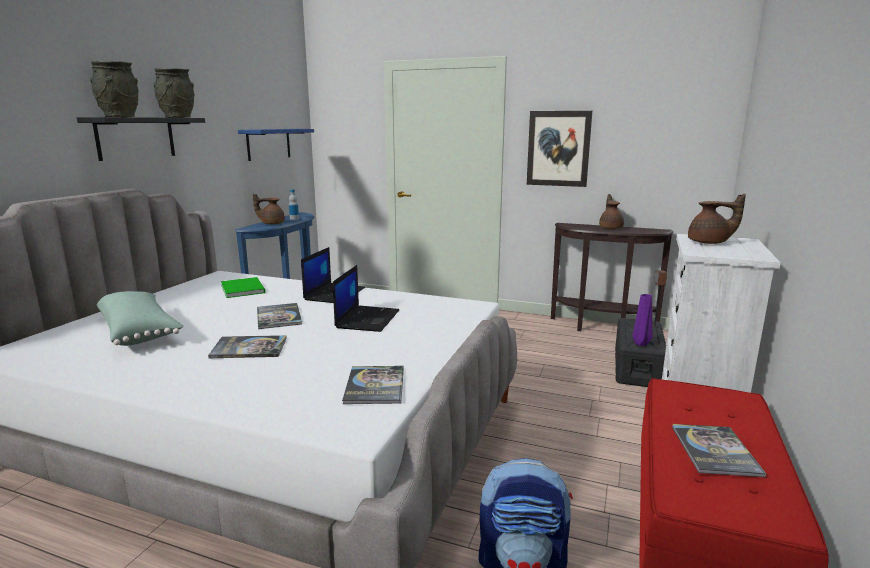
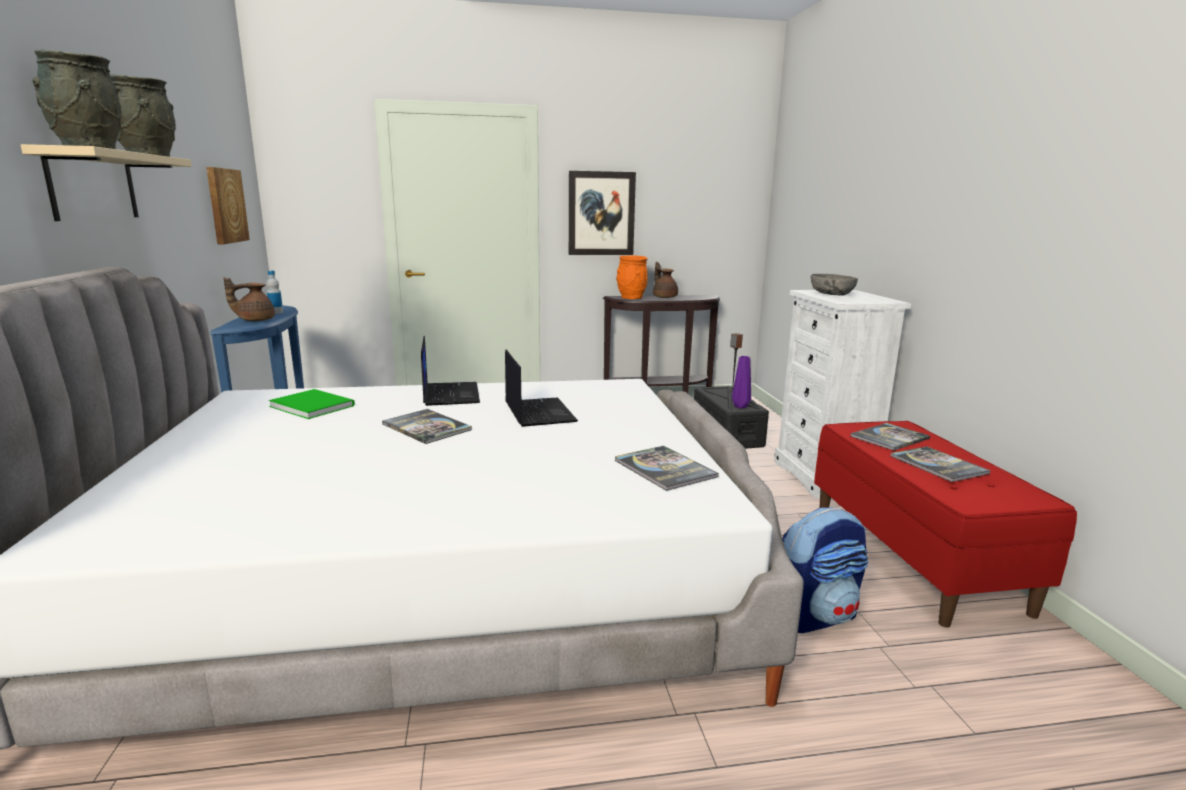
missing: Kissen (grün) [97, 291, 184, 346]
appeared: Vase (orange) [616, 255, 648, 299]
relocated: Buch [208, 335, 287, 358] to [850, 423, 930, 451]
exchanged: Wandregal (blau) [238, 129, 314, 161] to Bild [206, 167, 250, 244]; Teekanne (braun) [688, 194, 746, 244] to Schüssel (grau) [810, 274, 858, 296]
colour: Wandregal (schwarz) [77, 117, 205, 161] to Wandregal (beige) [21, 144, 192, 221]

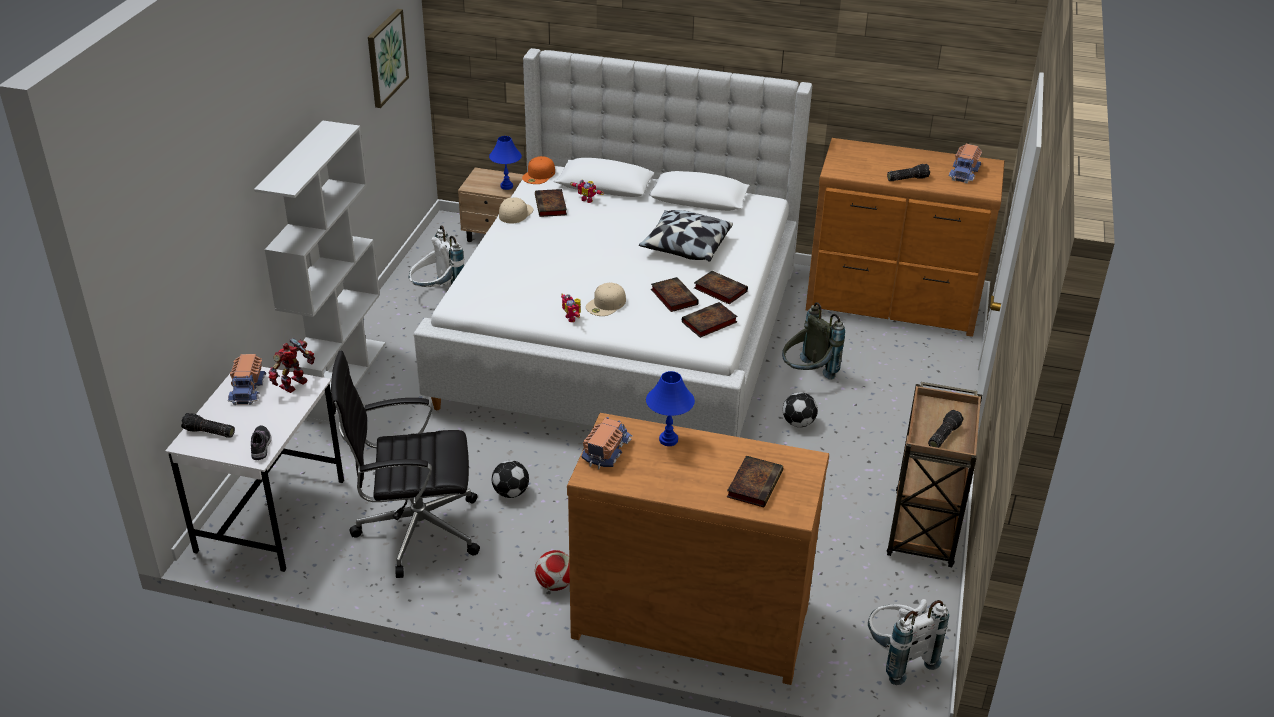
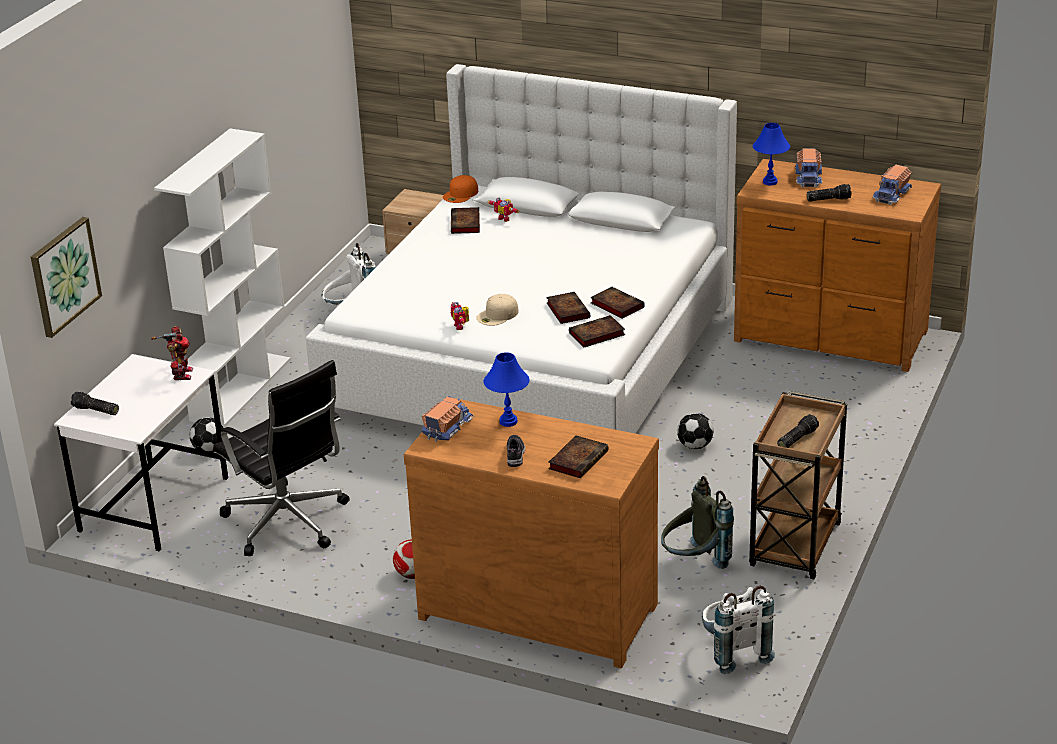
missing: Kappe (beige) [499, 197, 533, 224]; Kissen [639, 210, 733, 262]
relocated: Spielzeuglaster [228, 354, 266, 405] to [795, 148, 822, 187]; Schuh [251, 425, 272, 460] to [507, 435, 525, 467]; Bild [368, 9, 409, 108] to [31, 217, 102, 338]; Tischlampe (blau) [489, 136, 522, 190] to [753, 123, 790, 186]; Fußball [492, 460, 529, 498] to [190, 417, 224, 452]; Rucksack (grau) [782, 302, 845, 380] to [661, 476, 734, 569]
spun: Spielzeugroboter [268, 338, 315, 393] = [151, 326, 193, 380] 135 degrees clockwise; Bürostuhl (schwarz) [331, 351, 480, 578] = [213, 360, 350, 556] 135 degrees counterclockwise

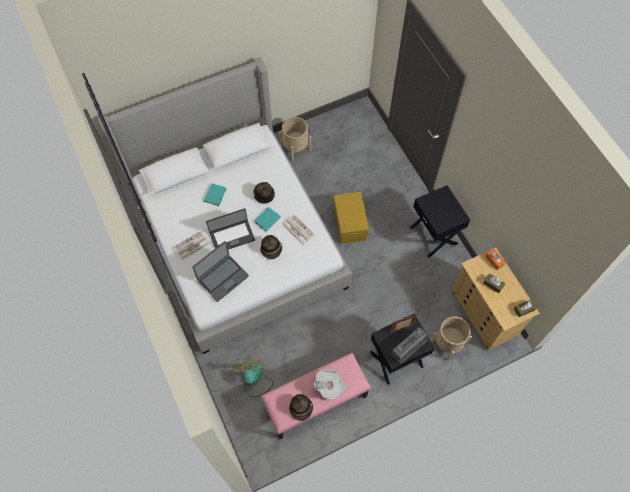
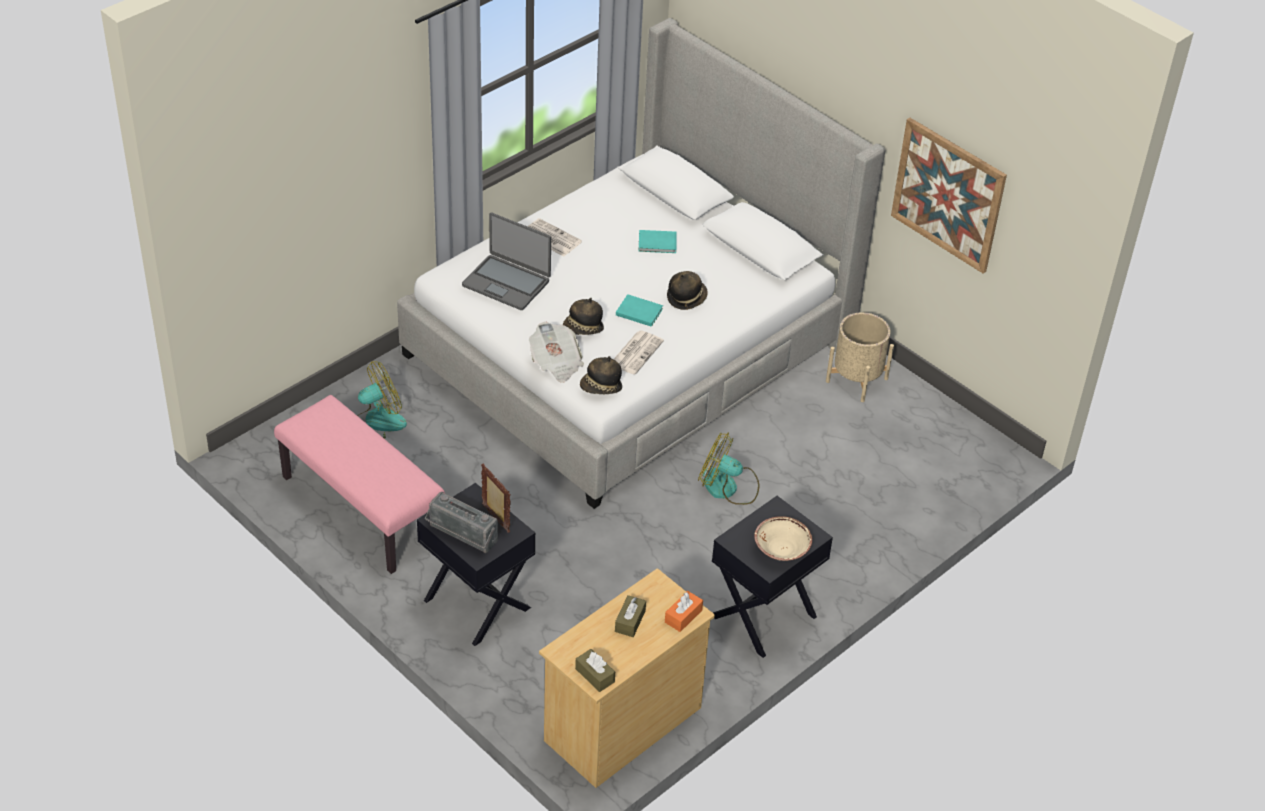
missing: Laptop [206, 208, 255, 250]; Pflanzkübel (beige) [431, 316, 472, 361]
appeared: Schüssel (beige) [754, 516, 812, 561]; Bild [891, 118, 1007, 274]
relocated: Hut [289, 394, 313, 421] to [580, 356, 622, 394]; Zeitung [314, 370, 348, 400] to [529, 322, 584, 383]
exchanged: Aufbewahrungsbox (gelb) [333, 192, 369, 244] to Ventilator [698, 432, 759, 505]

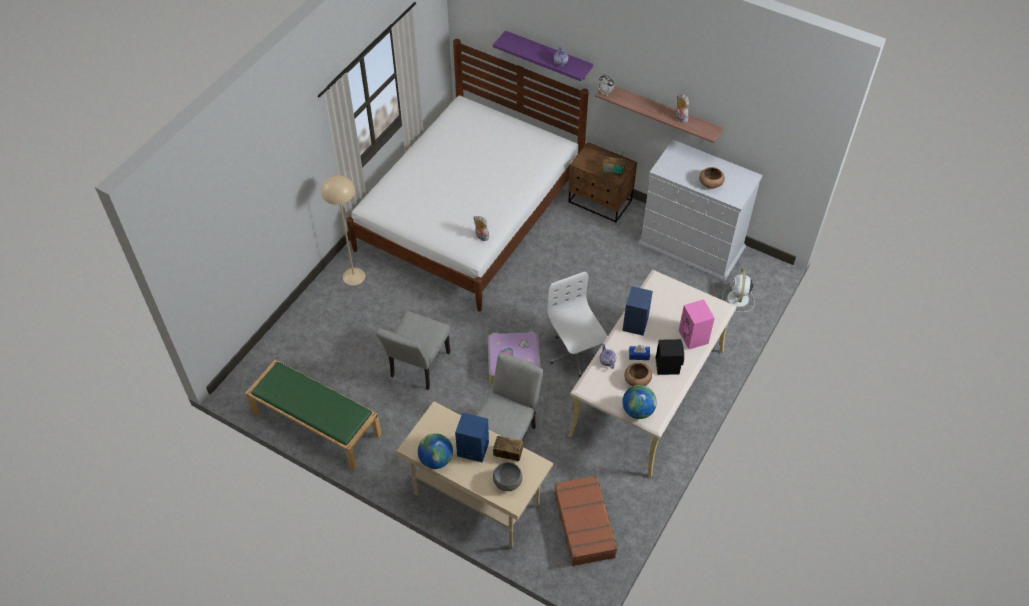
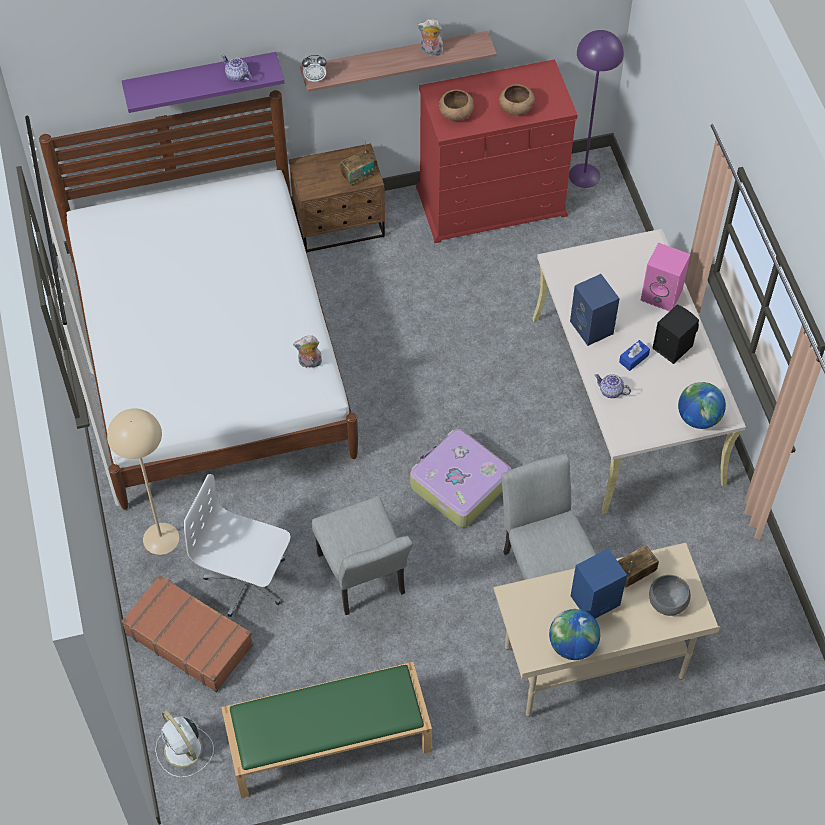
appeared: Stehlampe (lila) [569, 30, 624, 188]
relocated: Bürostuhl (weiß) [547, 272, 608, 377] to [184, 474, 290, 617]; Koffer (braun) [554, 476, 618, 566] to [121, 575, 253, 692]; Schüssel (braun) [624, 363, 652, 386] to [439, 89, 474, 121]; Ventilator (weiß) [722, 268, 755, 312] to [155, 710, 214, 778]
colour: Kommode (weiß) [638, 140, 763, 282] to Kommode (rot) [416, 59, 577, 243]

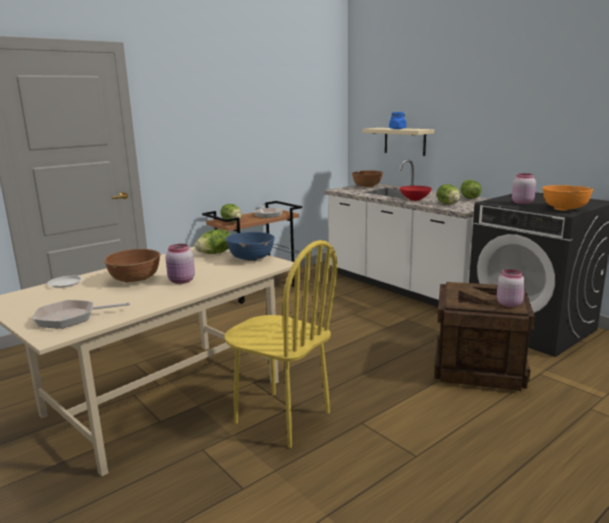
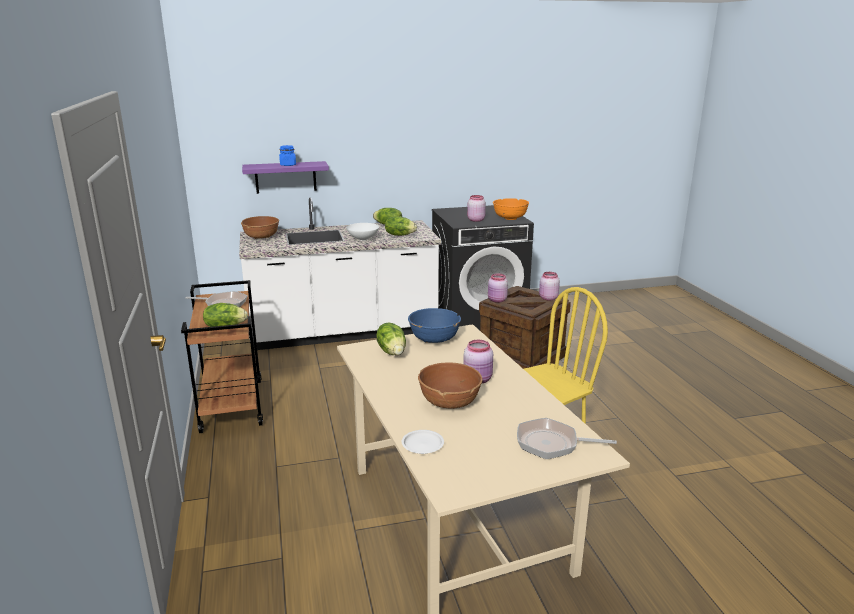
appeared: Vorratsglas (rosa) [488, 273, 508, 303]
colour: Wandregal (beige) [363, 128, 434, 156] to Wandregal (lila) [242, 161, 329, 194]; Schüssel (rot) [399, 186, 432, 201] to Schüssel (weiß) [346, 223, 379, 240]
spun: Pfanne [33, 300, 130, 329] = [517, 418, 617, 459] 90 degrees clockwise

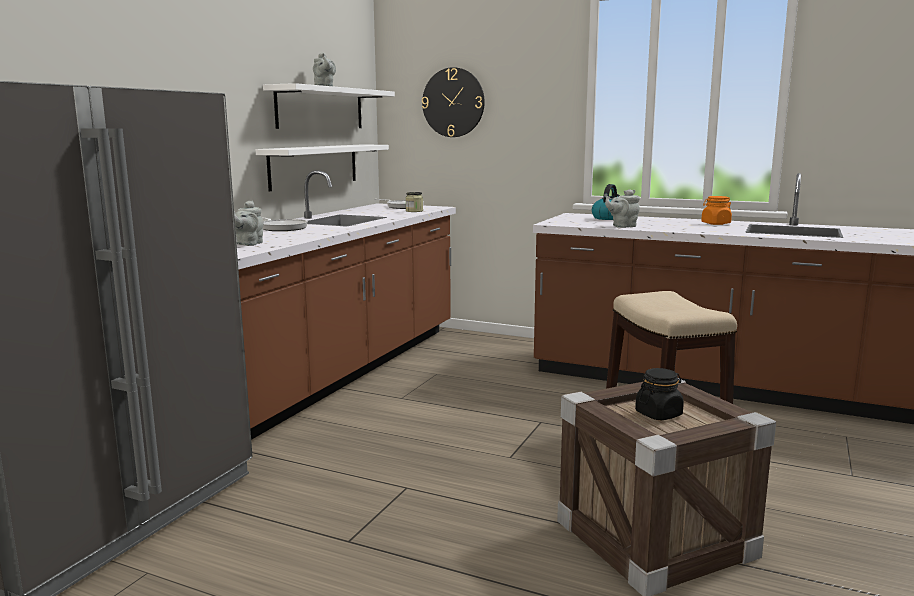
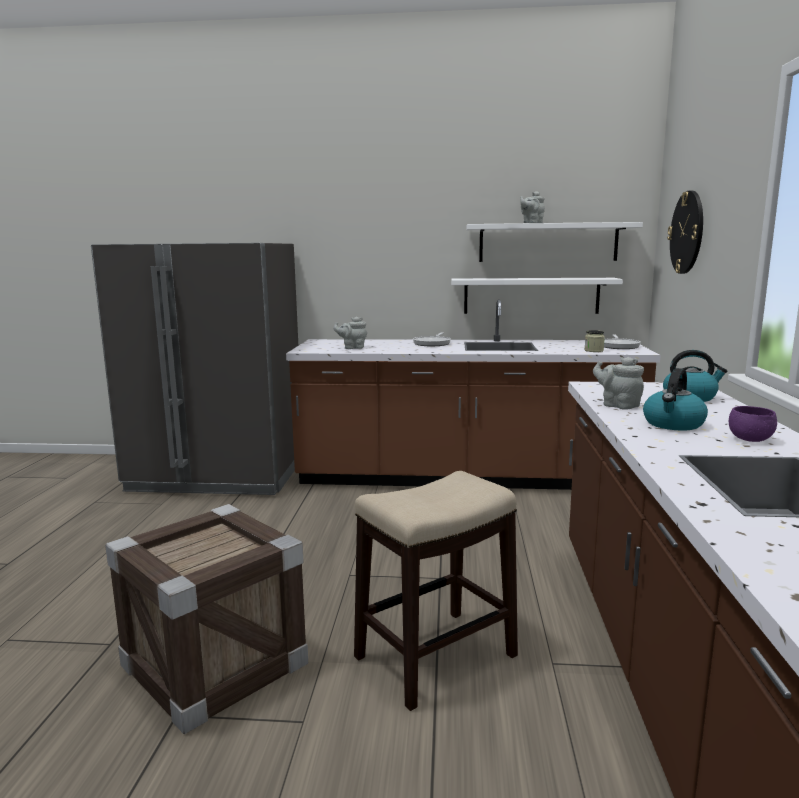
missing: Vorratsglas (schwarz) [635, 368, 684, 420]
appeared: Wasserkessel [643, 368, 708, 430]
exchanged: Vorratsglas (orange) [701, 196, 732, 225] to Schüssel (lila) [729, 406, 777, 442]

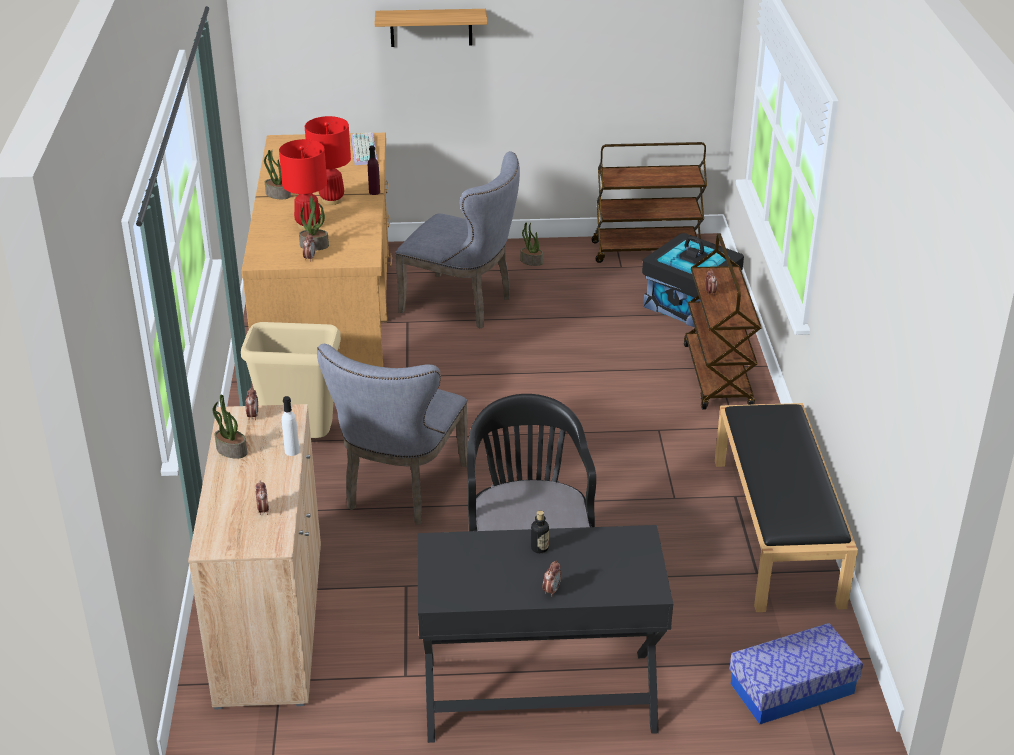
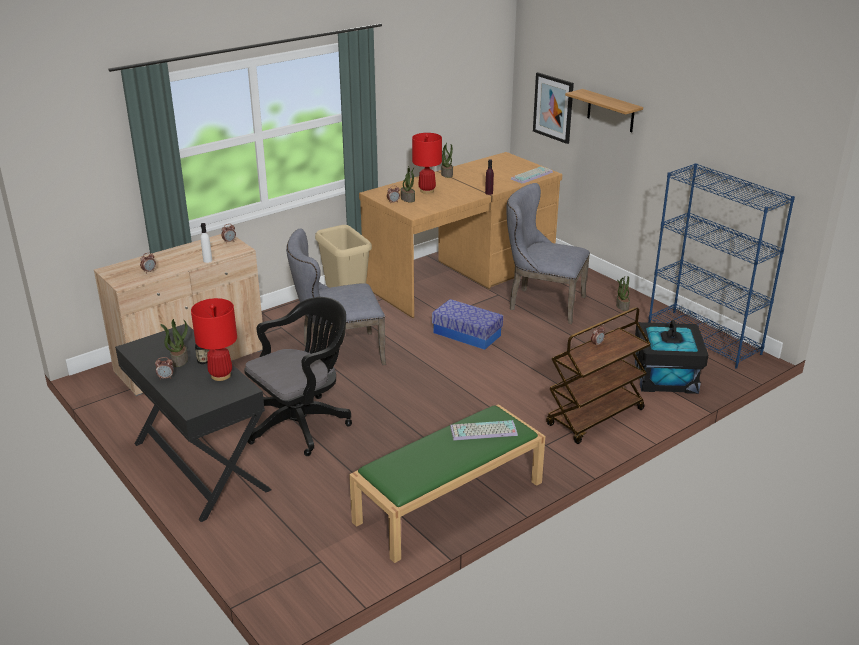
appeared: Tastatur [450, 420, 518, 441]; Bild [533, 72, 574, 144]
relocated: Topfpflanze [212, 395, 247, 459] to [161, 319, 188, 367]; Tischlampe (rot) [305, 116, 351, 205] to [191, 298, 237, 381]; Aufbewahrungsbox [730, 623, 863, 724] to [432, 299, 503, 350]
exchanged: Rollwagen (braun) [591, 142, 707, 263] to Bücherregal (blau) [648, 163, 795, 369]
colour: Bank (schwarz) [715, 403, 858, 612] to Bank (grün) [349, 404, 545, 563]
spun: Stuhl (grau) [395, 151, 520, 329] = [506, 183, 590, 324] 120 degrees clockwise

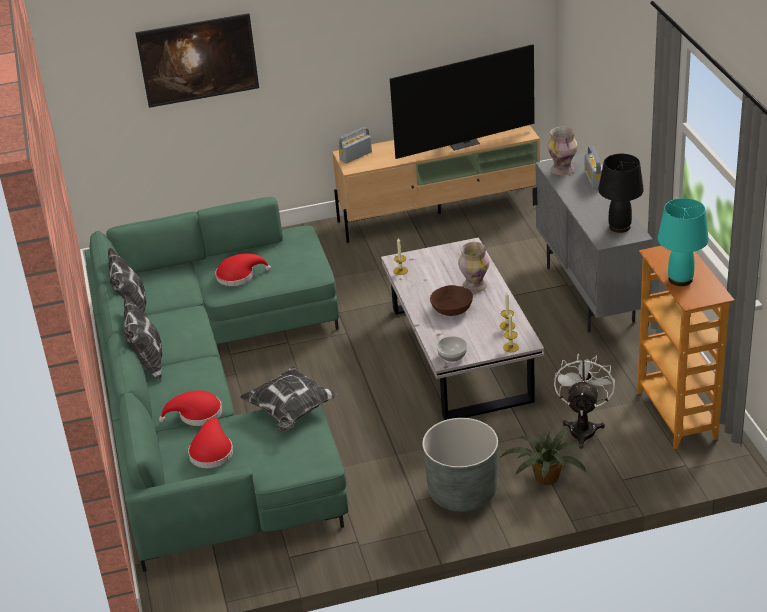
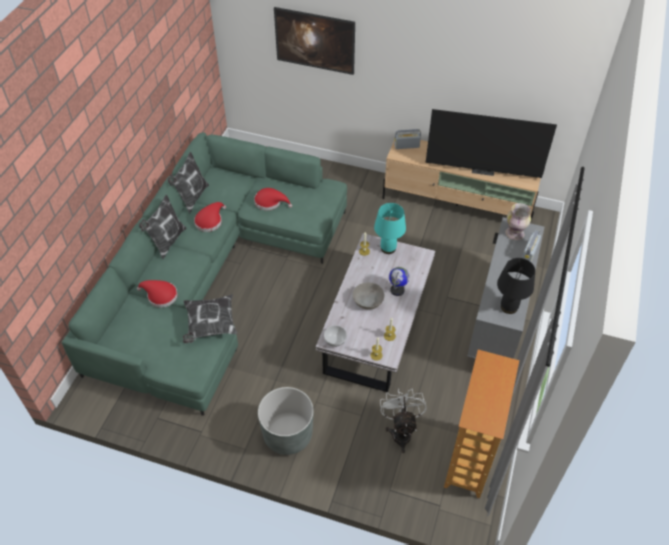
missing: Topfpflanze [499, 429, 586, 485]
relocated: Hut (rot) [188, 418, 233, 468] to [194, 202, 226, 232]; Tischlampe (türkis) [658, 198, 709, 286] to [374, 203, 406, 254]
exchanged: Vase [458, 242, 490, 293] to Globus [389, 267, 409, 296]
colour: Schüssel (braun) [430, 285, 473, 316] to Schüssel (grau) [353, 283, 385, 310]
spun: Ventilator (weiß) [554, 354, 615, 449] = [380, 389, 427, 453] 45 degrees counterclockwise

